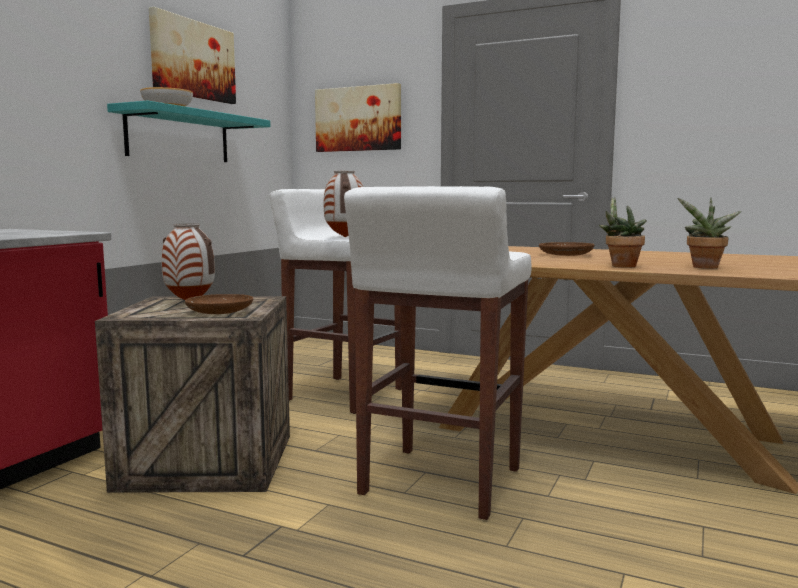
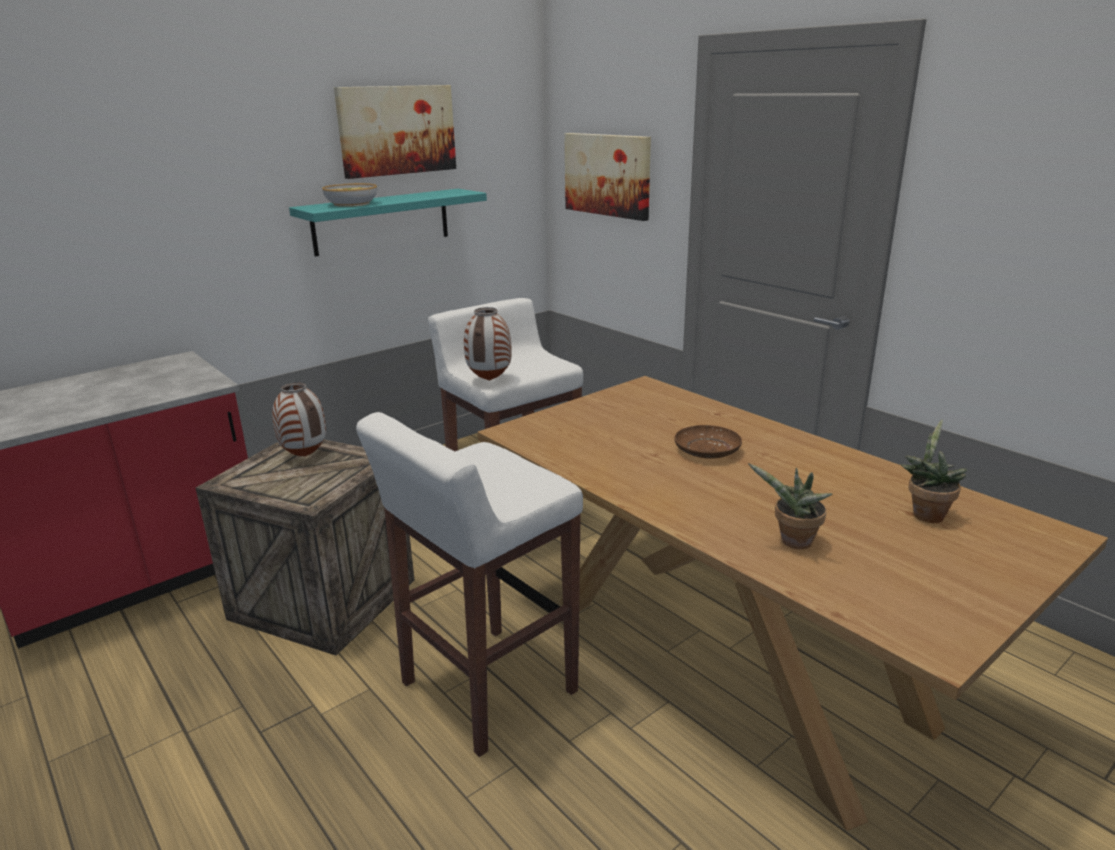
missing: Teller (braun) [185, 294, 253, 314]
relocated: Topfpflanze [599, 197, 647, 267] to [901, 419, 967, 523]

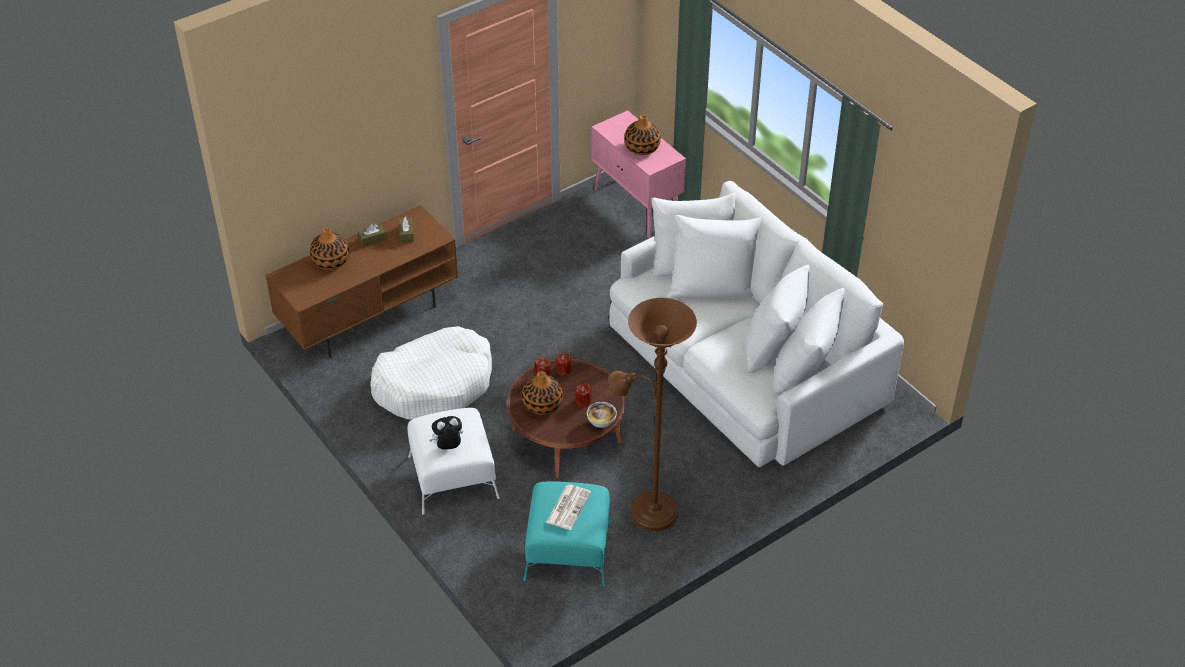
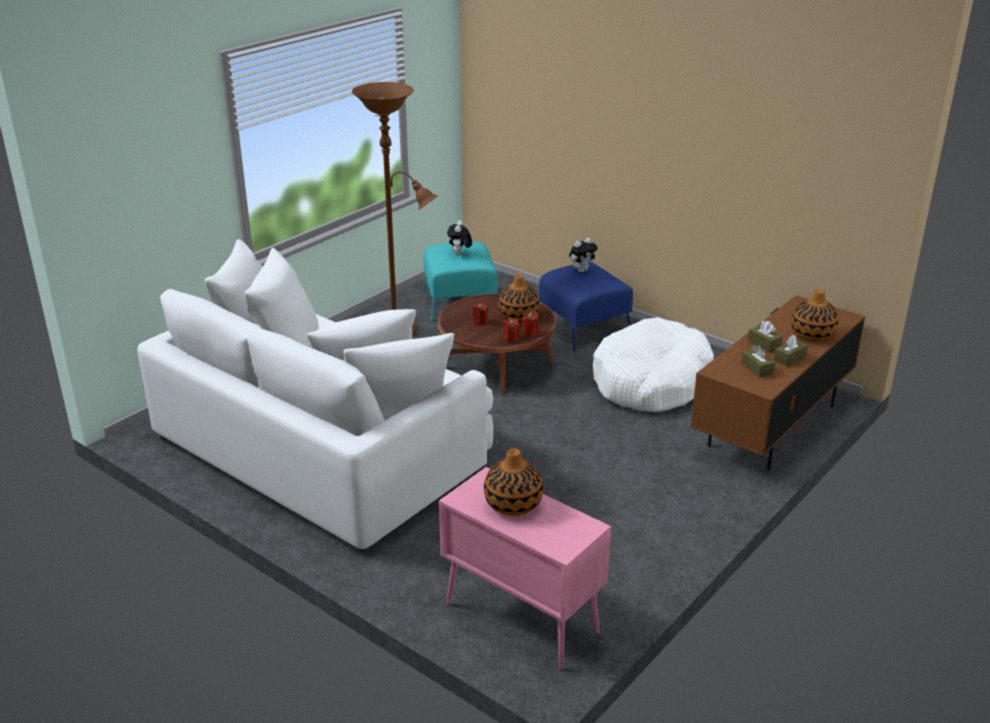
missing: Schüssel [587, 402, 617, 428]
appeared: Taschentuchbox (braun) [748, 321, 783, 352]
exchanged: Zeitung [546, 485, 591, 530] to Plüschtier [447, 220, 472, 255]
colour: Polsterhocker (weiß) [407, 408, 500, 515] to Polsterhocker (blau) [539, 263, 633, 351]

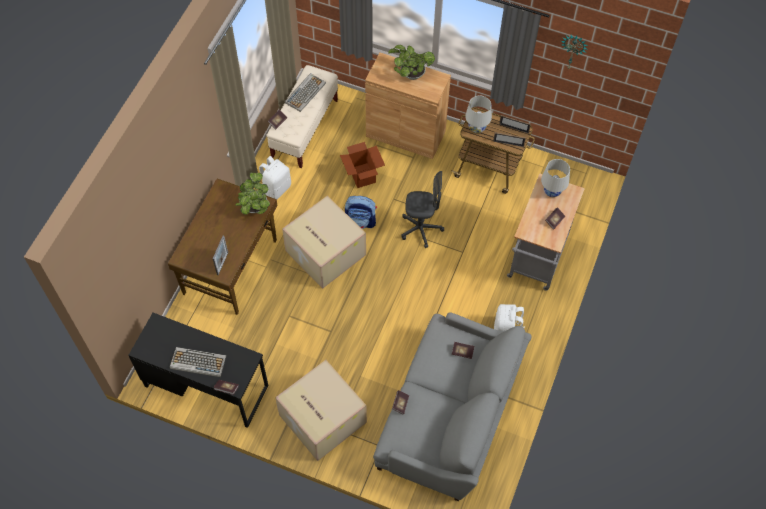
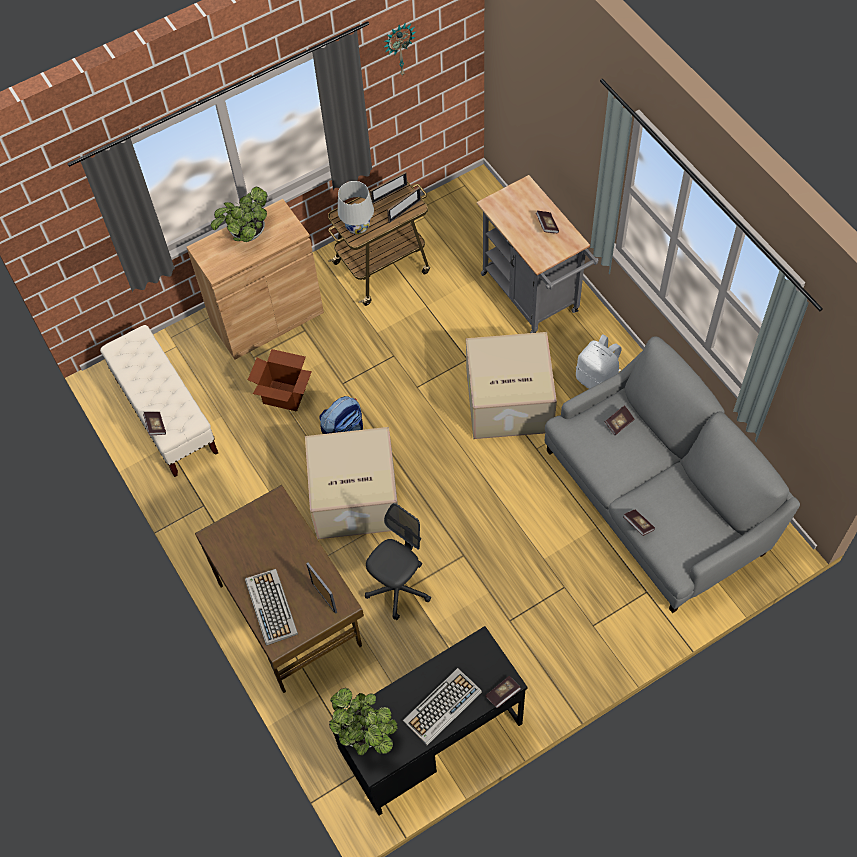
missing: Rucksack (weiß) [259, 156, 291, 199]; Tischlampe (weiß) [541, 159, 570, 197]
relocated: Topfpflanze [235, 173, 270, 215] to [329, 688, 398, 756]; Karton [275, 360, 367, 461] to [466, 332, 557, 439]; Tastatur [285, 73, 326, 112] to [245, 569, 298, 646]; Bürostuhl (grau) [401, 171, 444, 248] to [365, 503, 431, 620]

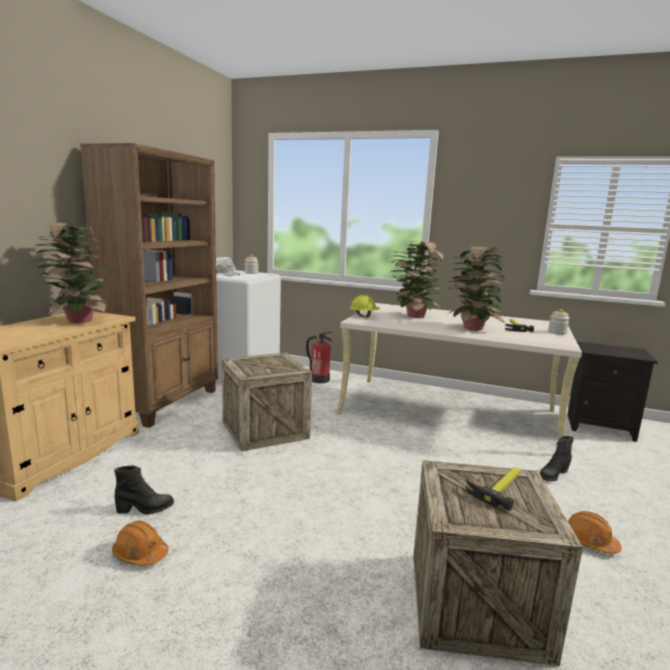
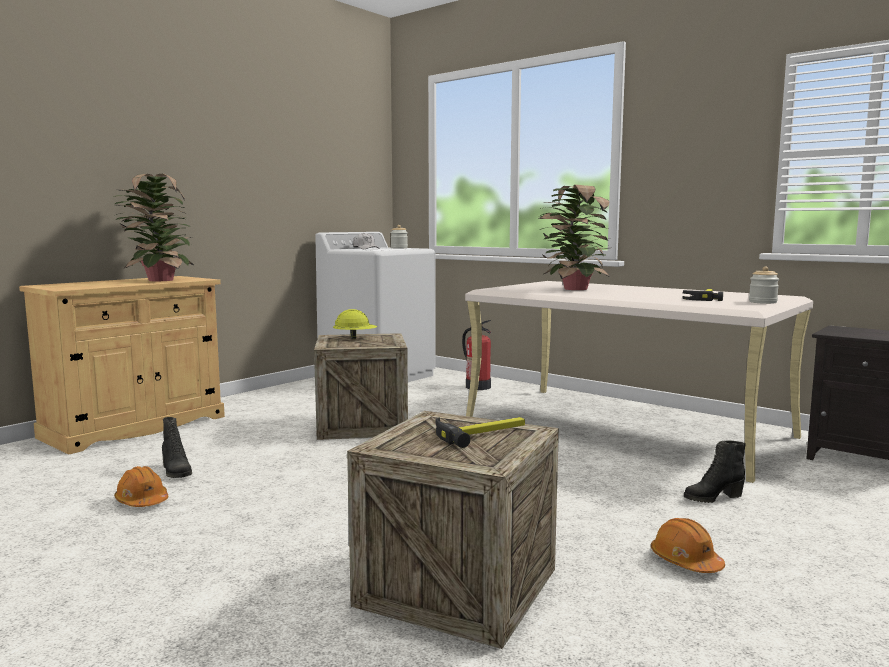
missing: Bücherregal (braun) [80, 143, 218, 428]; Topfpflanze [448, 246, 507, 331]
relocated: Schutzhelm (gelb) [350, 295, 380, 317] to [333, 309, 378, 339]
spun: Stiefel (schwarz) [114, 465, 174, 515] = [162, 417, 192, 478] 45 degrees clockwise

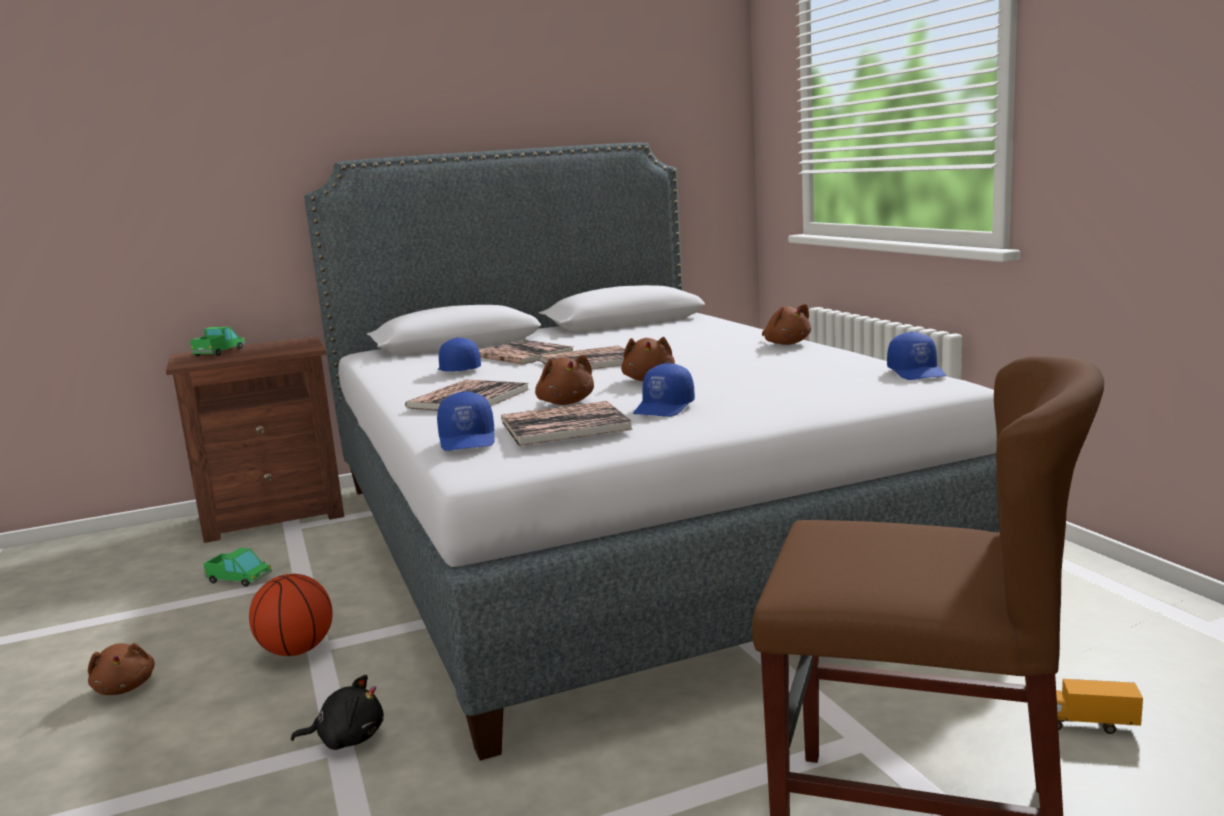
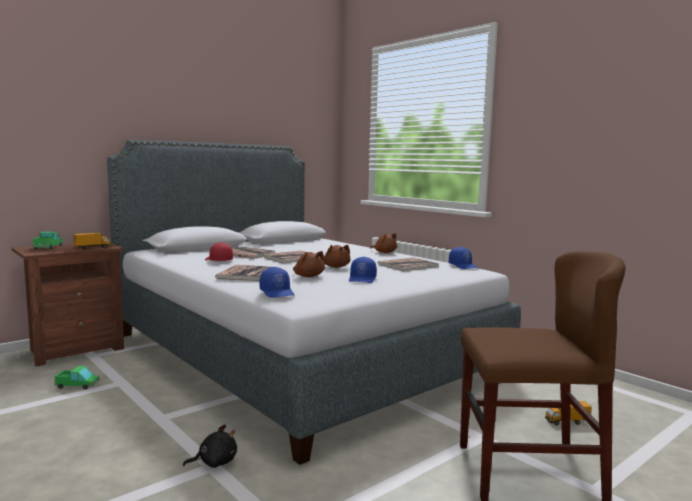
missing: Plüschtier (braun) [88, 643, 155, 695]; Basketball [249, 574, 332, 656]
appeared: Spielzeuglaster [73, 233, 111, 250]
relocated: Buch [501, 401, 633, 446] to [377, 258, 440, 271]
colour: Kappe (blau) [438, 337, 481, 372] to Kappe (rot) [205, 242, 233, 261]

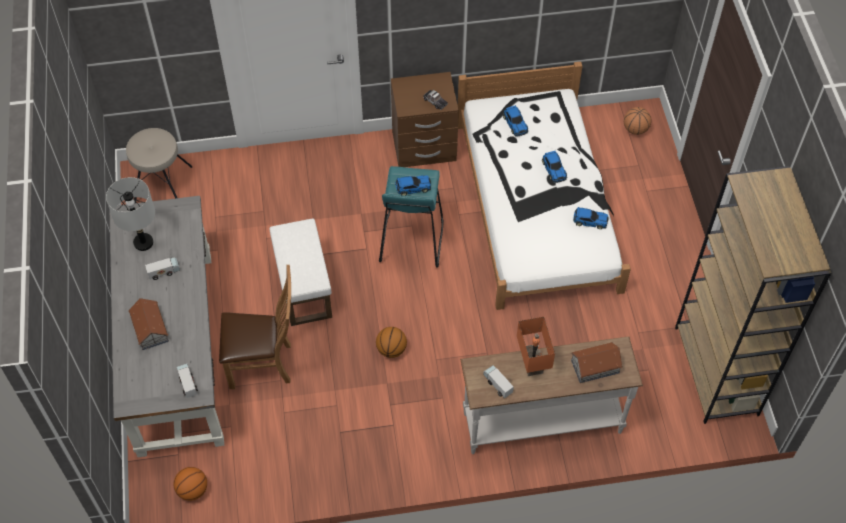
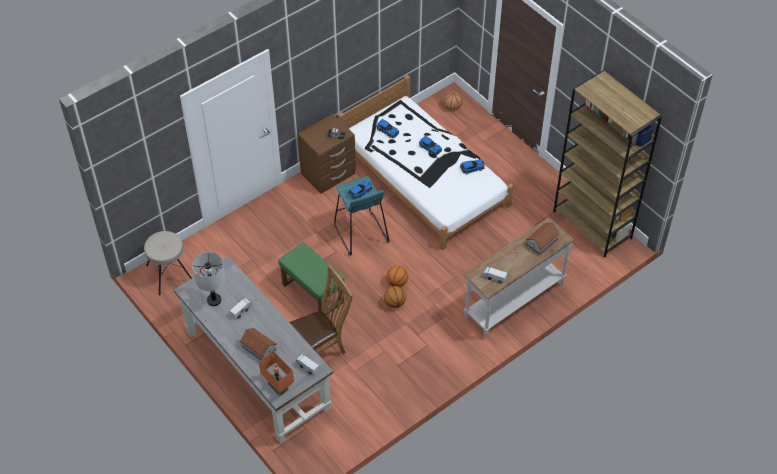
relocated: Basketball [173, 467, 207, 501] to [386, 266, 408, 287]; Tischlampe (orange) [517, 317, 555, 376] to [259, 351, 294, 396]
colour: Polsterhocker (weiß) [269, 218, 332, 326] to Polsterhocker (grün) [278, 242, 345, 315]

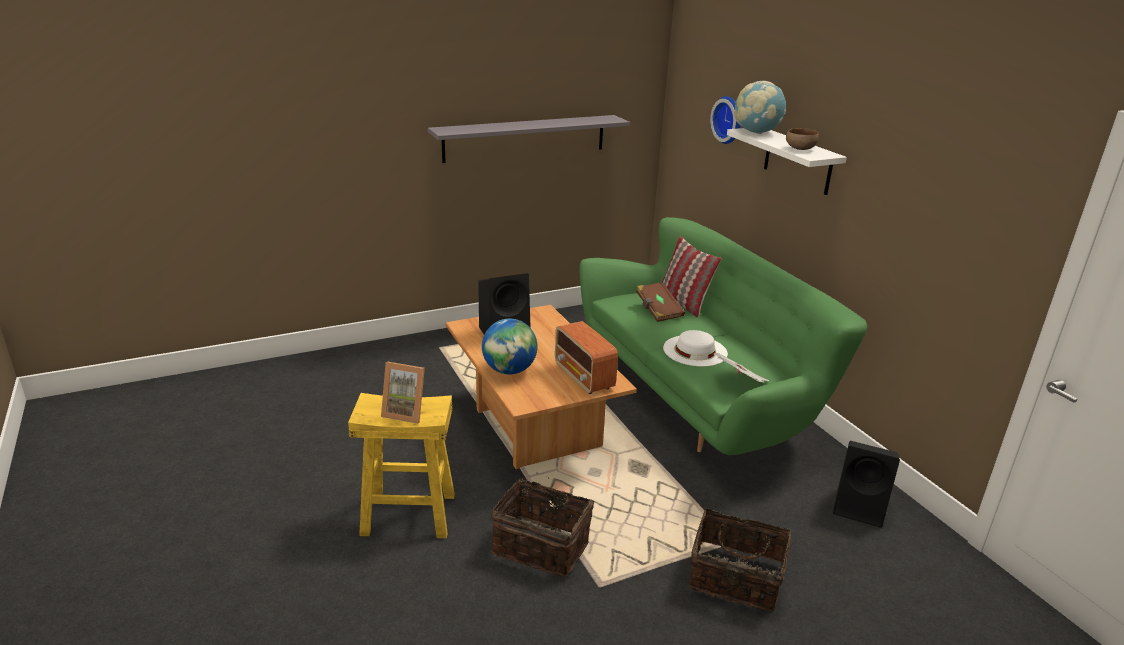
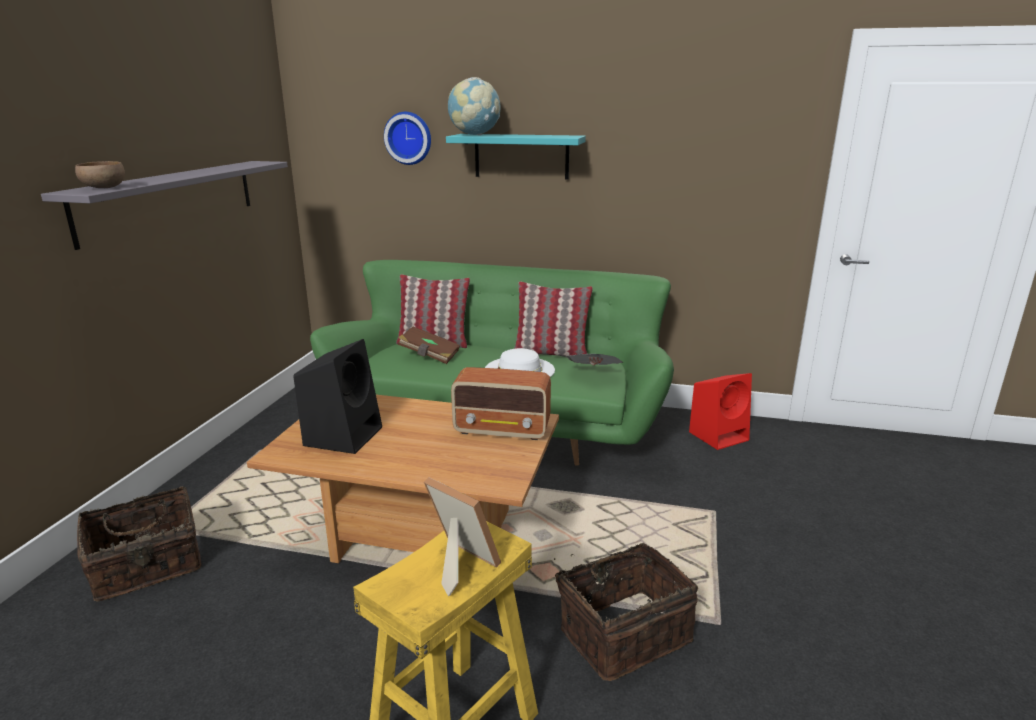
missing: Globus [482, 319, 538, 374]
appeared: Kissen [514, 282, 593, 357]
relocated: Korb [689, 508, 792, 611] to [77, 486, 201, 602]; Schüssel (braun) [786, 128, 819, 150] to [75, 161, 125, 188]
colour: Wandregal (weiß) [727, 128, 847, 195] to Wandregal (türkis) [446, 134, 586, 179]; Lautsprecher (schwarz) [833, 441, 900, 528] to Lautsprecher (rot) [689, 373, 752, 450]
spun: Bilderrahmen [381, 362, 425, 424] = [424, 477, 501, 596] 105 degrees counterclockwise

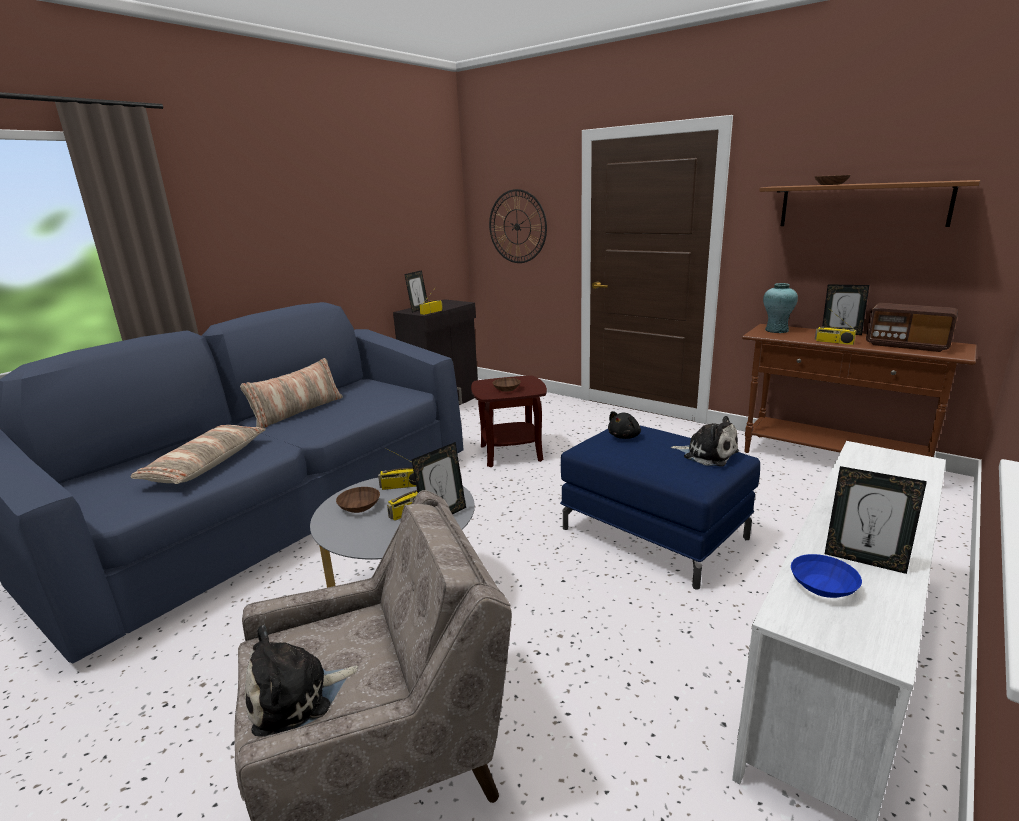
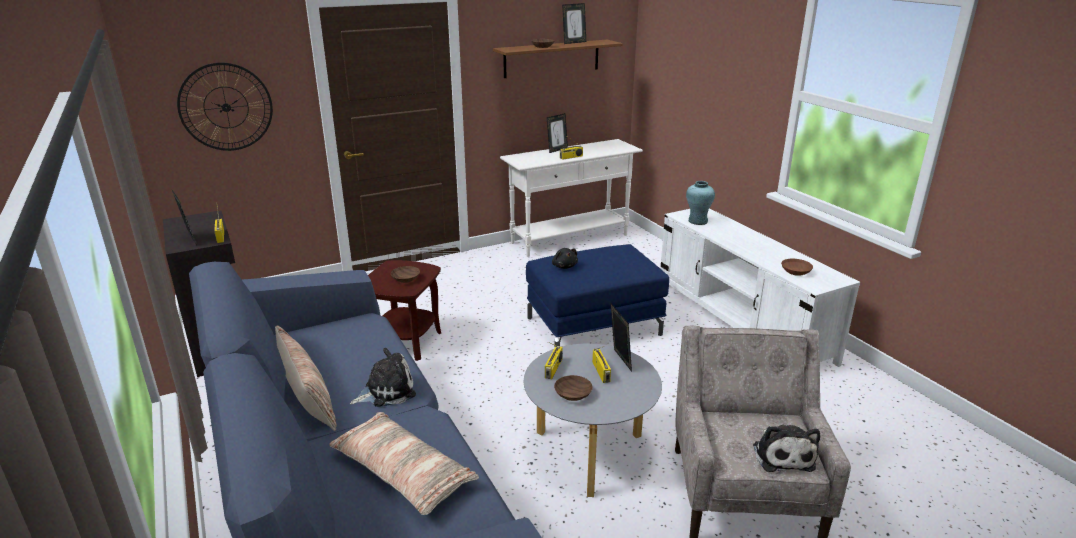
missing: Radio [866, 303, 958, 352]
relocated: Plüschtier [670, 416, 739, 467] to [350, 348, 416, 407]; Vase (türkis) [763, 283, 798, 333] to [686, 181, 715, 225]; Bilderrahmen [825, 466, 927, 574] to [562, 3, 586, 44]
colour: Konsolentisch (braun) [742, 324, 977, 457] to Konsolentisch (weiß) [500, 139, 643, 257]; Schüssel (blau) [791, 554, 862, 598] to Schüssel (braun) [781, 259, 813, 276]

